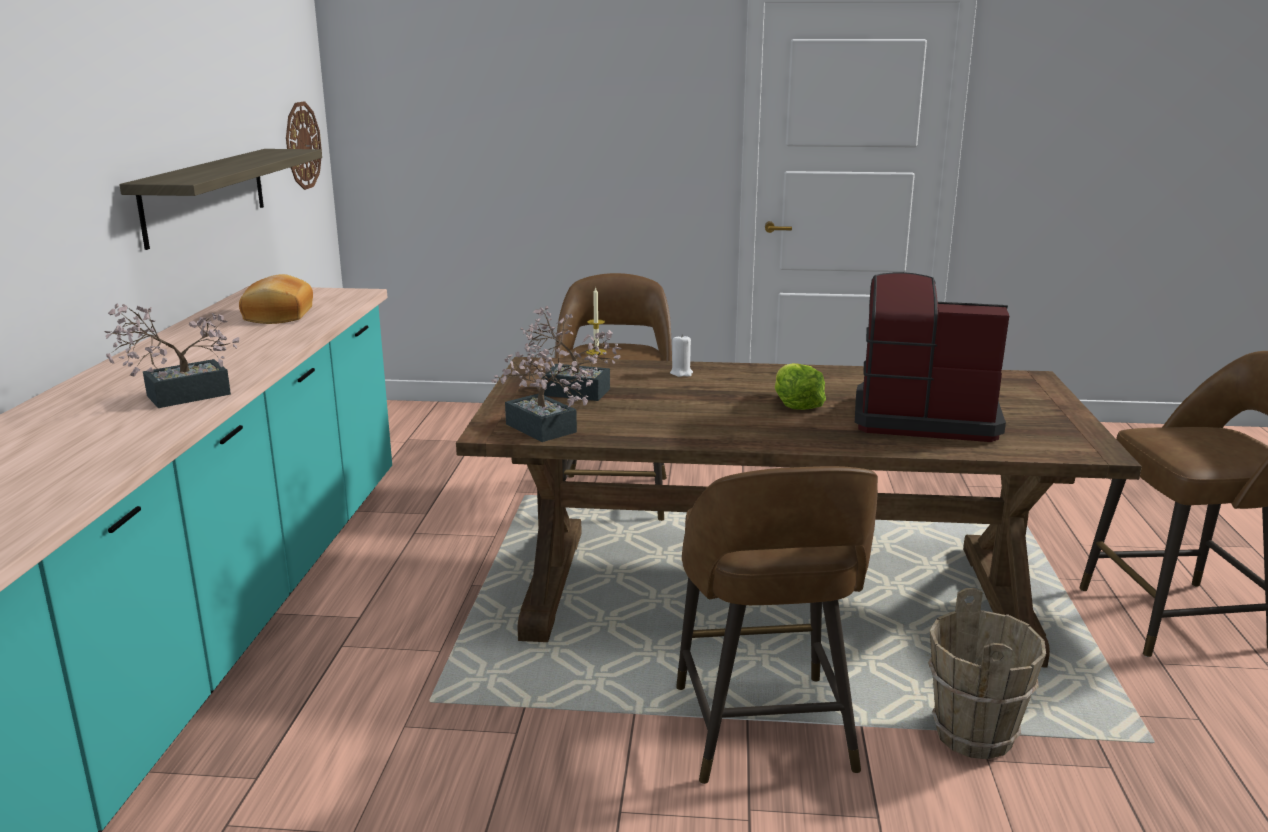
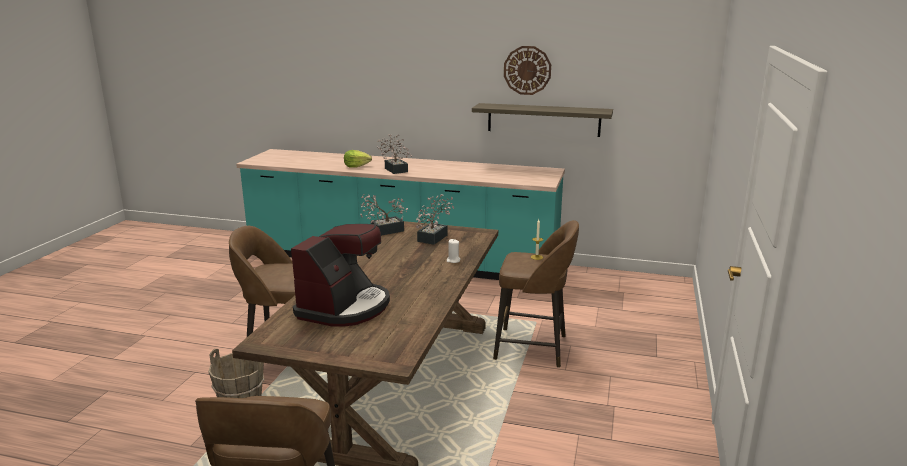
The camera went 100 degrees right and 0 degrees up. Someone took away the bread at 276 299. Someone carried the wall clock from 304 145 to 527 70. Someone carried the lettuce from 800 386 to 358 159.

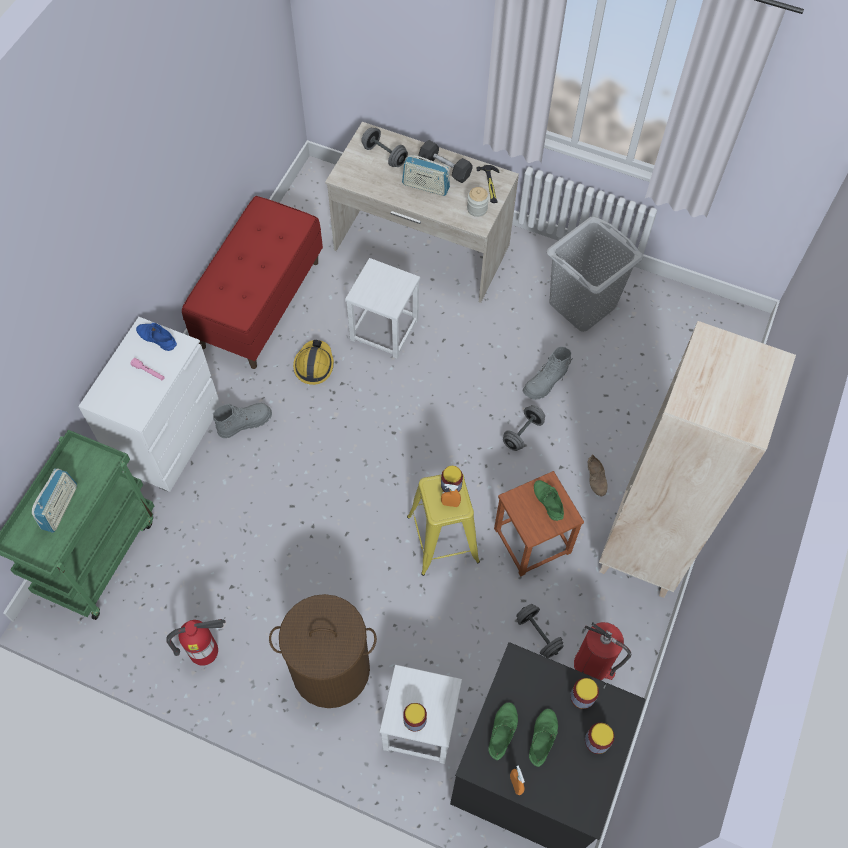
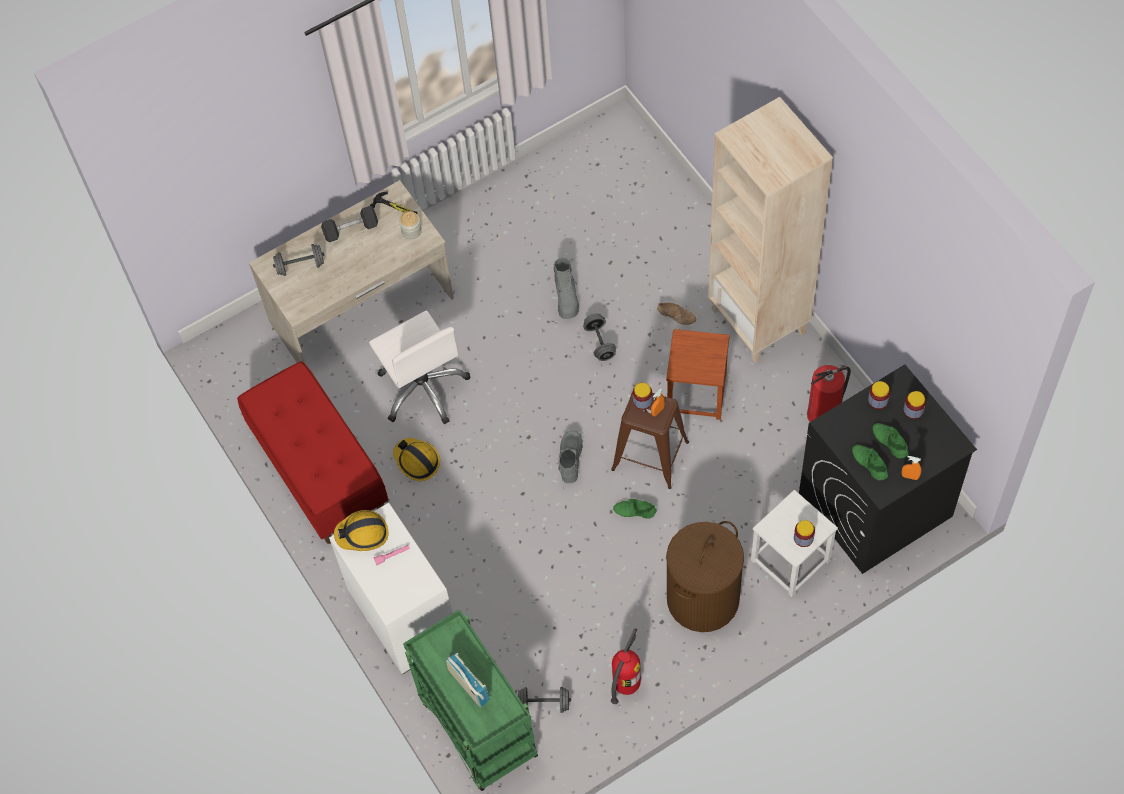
The camera went 50 degrees left and 0 degrees up. Someone took away the radio at 426 175. Someone took away the laundry basket (grey) at 595 274. Someone carried the boot (grey) from 242 420 to 570 457. Someone carried the dumbbell (grey) from 540 631 to 544 700. Someone carried the shoe (green) from 549 500 to 635 509. Someone swapped the shoe (blue) at 156 337 for the hard hat at 361 530. Someone swapped the stool (white) at 382 308 for the office chair (white) at 419 367. Someone repainted the stool (yellow) at 443 525, which became the stool (brown) at 650 440.

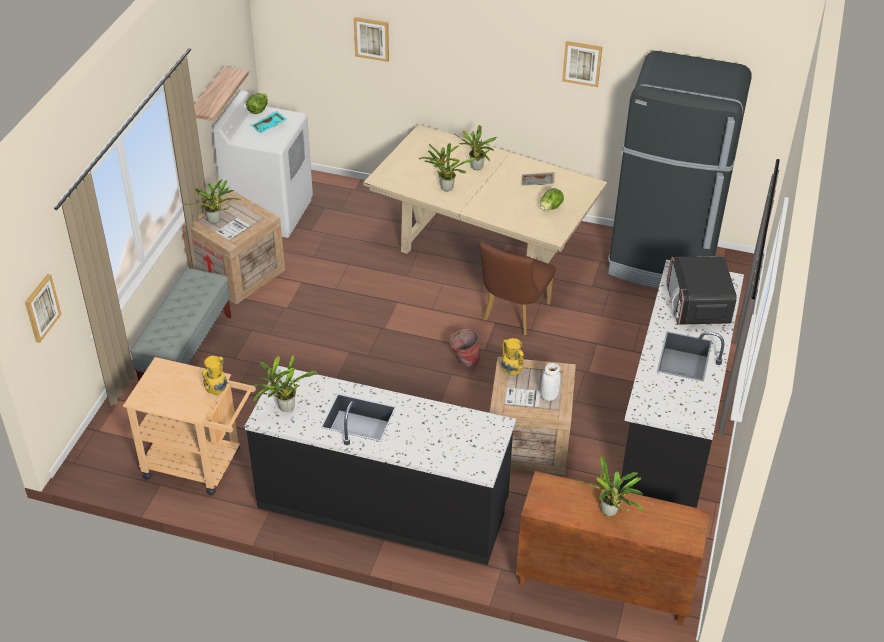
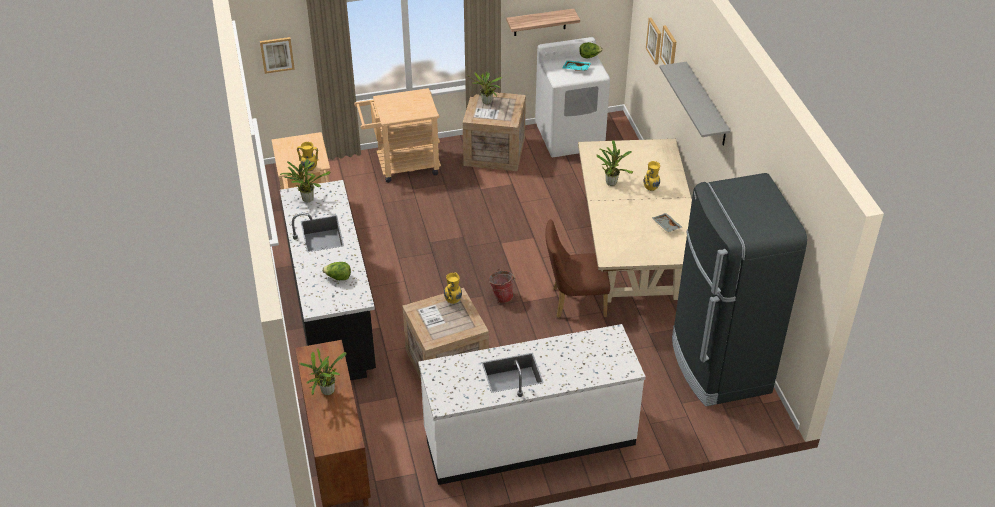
The camera went 60 degrees right and 0 degrees up. Someone took away the vase (white) at 551 382. Someone took away the microwave at 702 290. Someone put up the shelf (grey) at 695 104. Someone carried the lettuce from 552 199 to 336 271. Someone carried the picture from 582 64 to 653 41. Someone swapped the bench (grey) at 180 324 for the cart (beige) at 397 135. Someone swapped the potted plant at 476 147 for the vase (yellow) at 651 176. Someone repainted the counter (black) at 682 384, which became the counter (white) at 532 404.

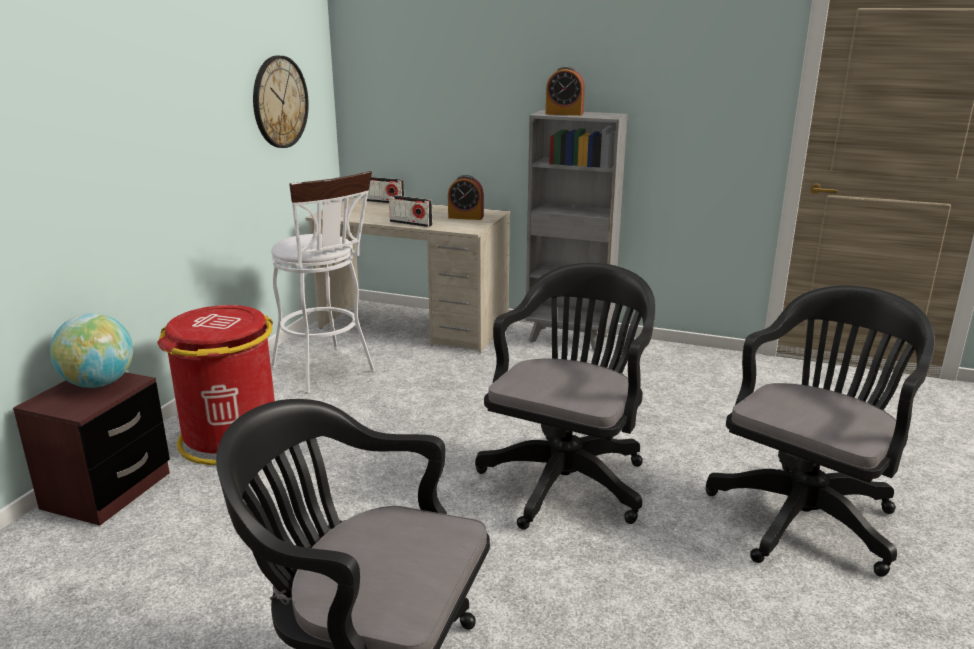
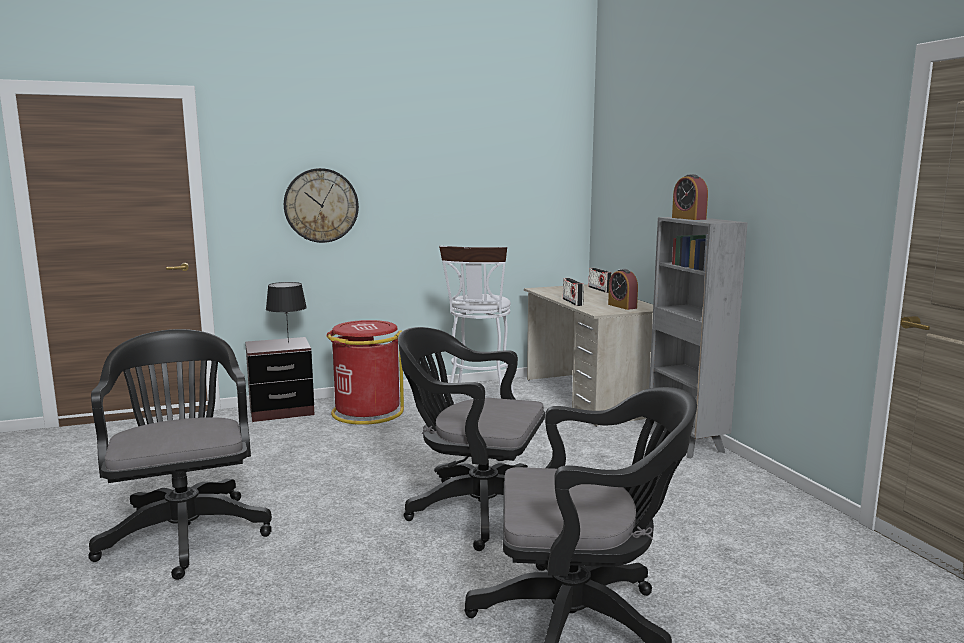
The camera went 50 degrees right and 10 degrees down. Someone carried the wall clock from 281 102 to 321 205. Someone swapped the globe at 91 350 for the table lamp (black) at 286 312. Someone rotated the office chair (black) at 565 396 by 150 degrees counterclockwise.

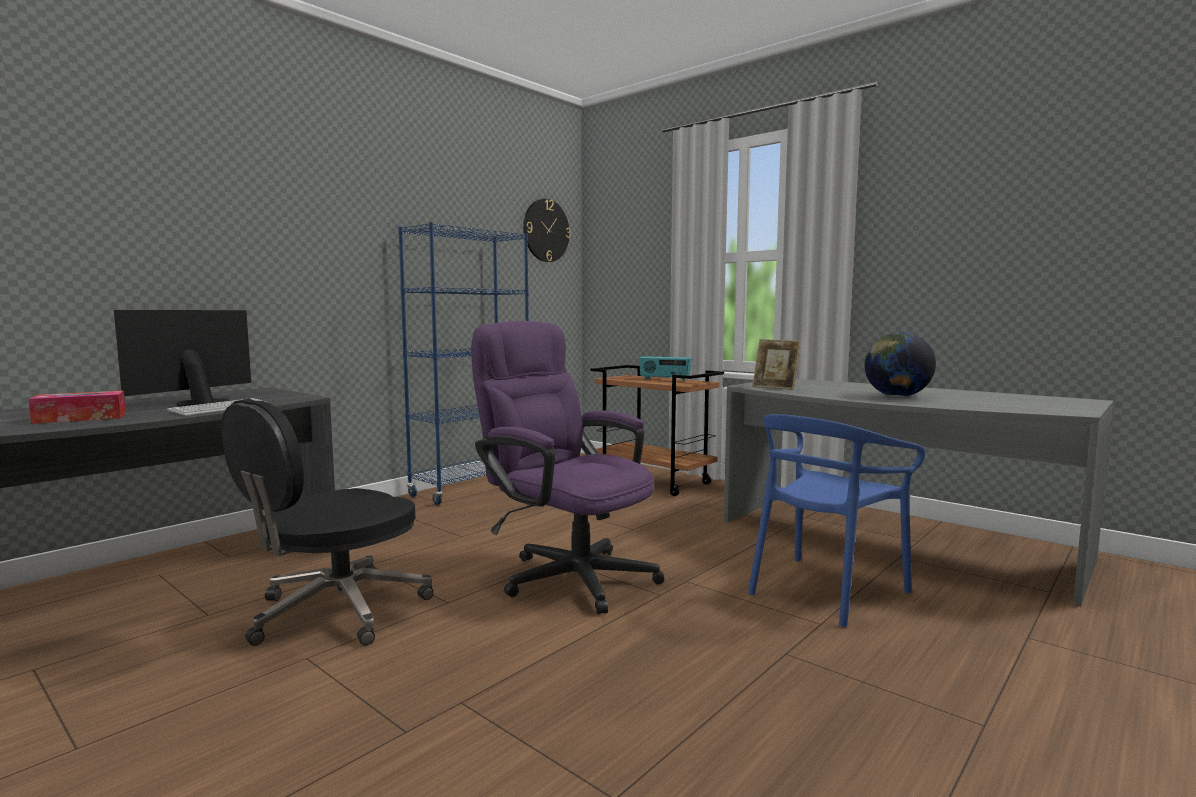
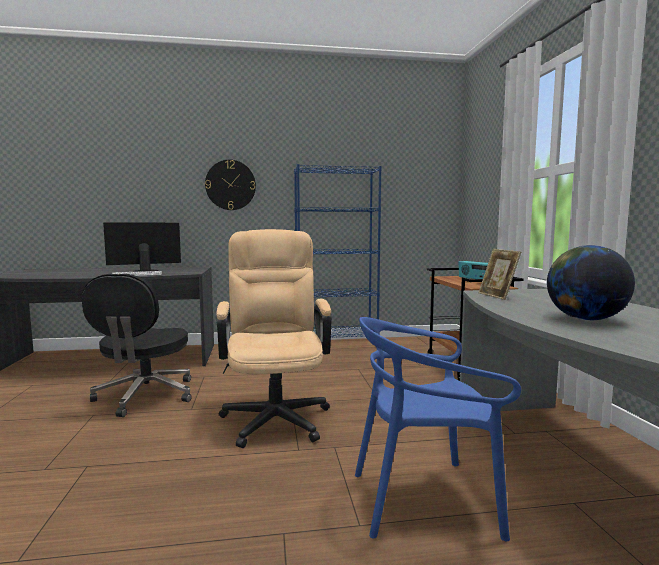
The camera went 40 degrees right and 0 degrees up. Someone took away the tissue box at 77 407. Someone carried the wall clock from 547 230 to 230 185. Someone repainted the office chair (purple) at 567 467, which became the office chair (beige) at 274 338. Someone rotated the office chair (black) at 327 522 by 75 degrees counterclockwise.

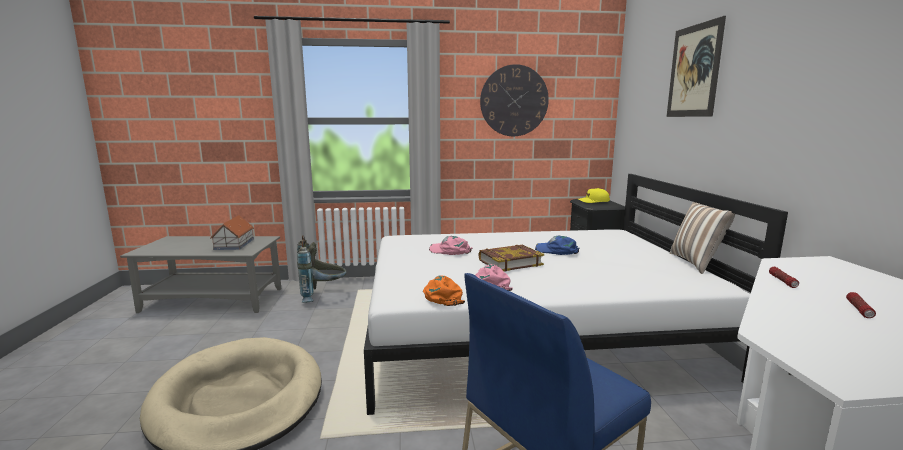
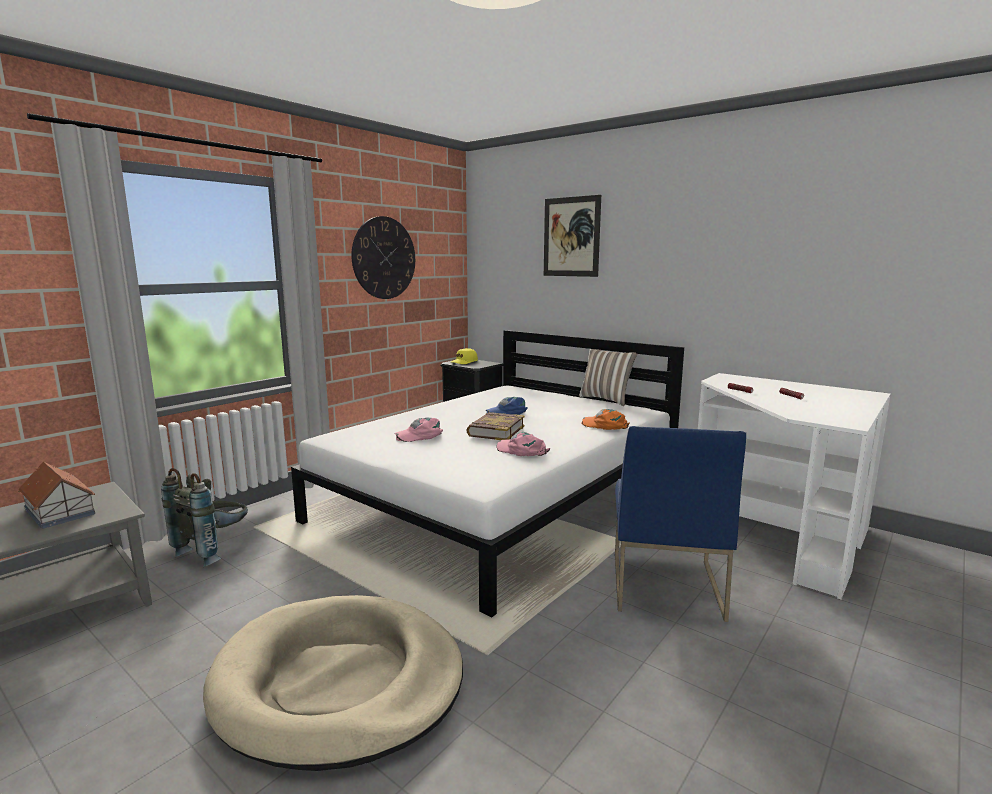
The camera went 45 degrees left and 0 degrees up. Someone carried the cap (orange) from 444 290 to 605 419.

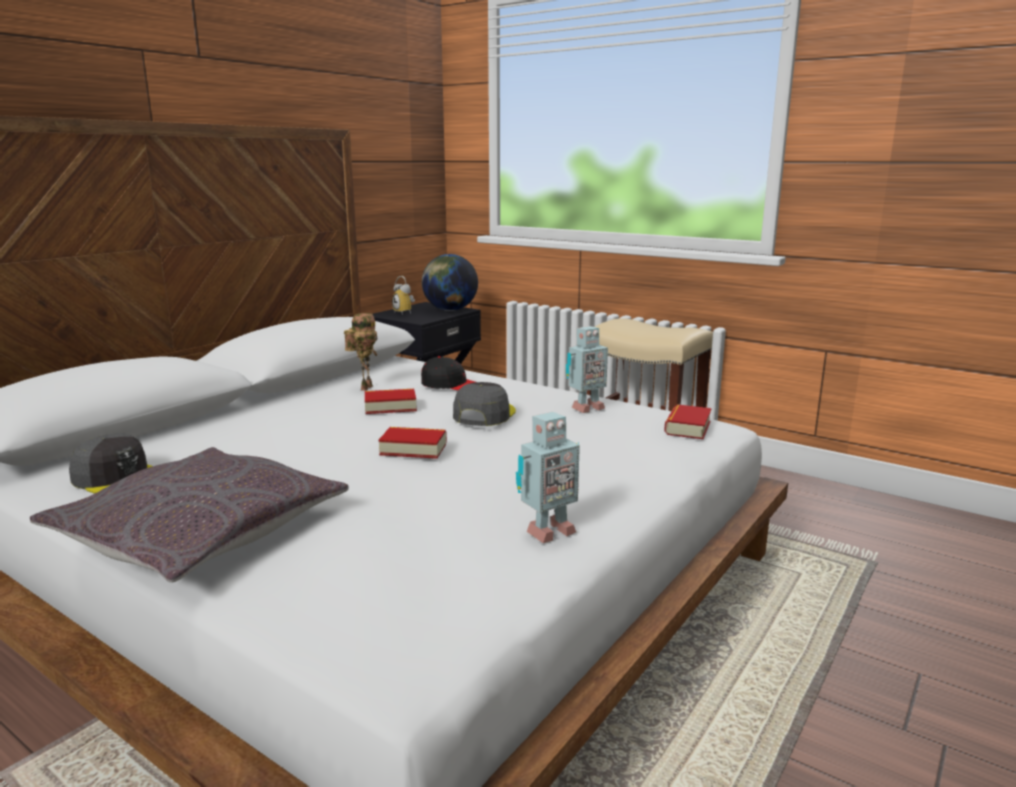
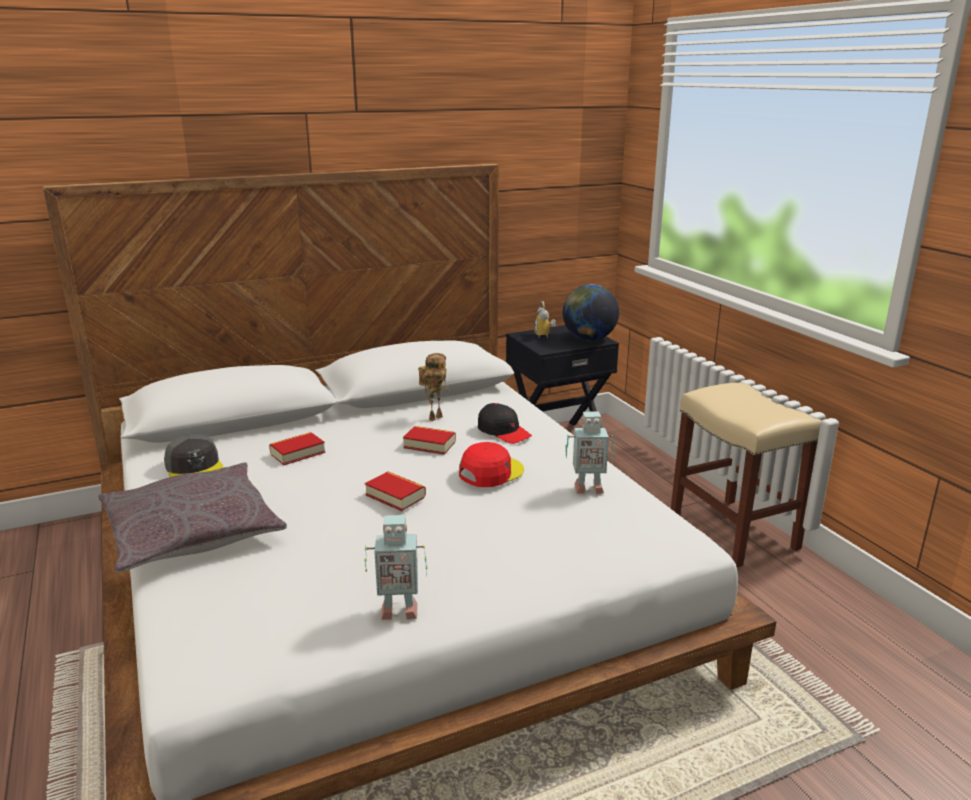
The camera went 30 degrees right and 5 degrees up. Someone carried the book from 688 421 to 297 448. Someone repainted the cap (grey) at 484 404, which became the cap (red) at 491 464.

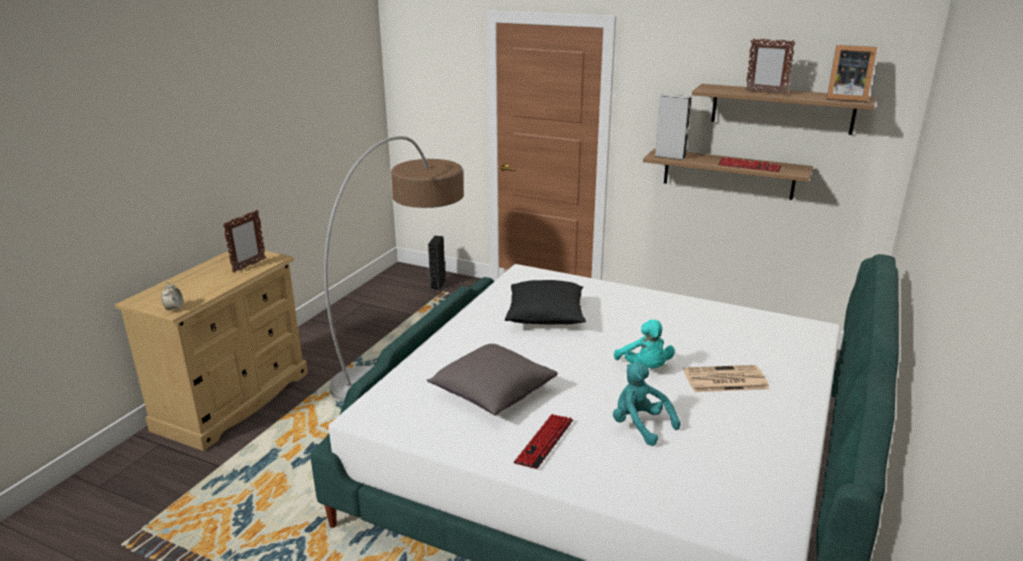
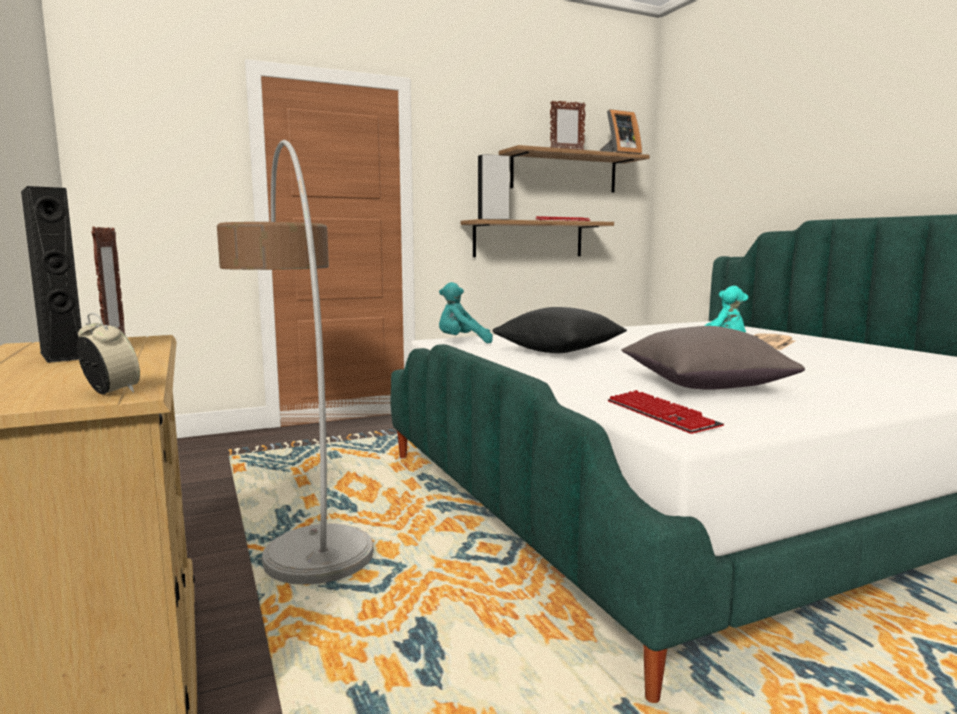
The camera went 50 degrees left and 15 degrees down. Someone carried the speaker (black) from 436 263 to 51 274. Someone carried the keyboard from 543 441 to 666 412. Someone carried the plush toy (turquoise) from 647 404 to 466 312.

